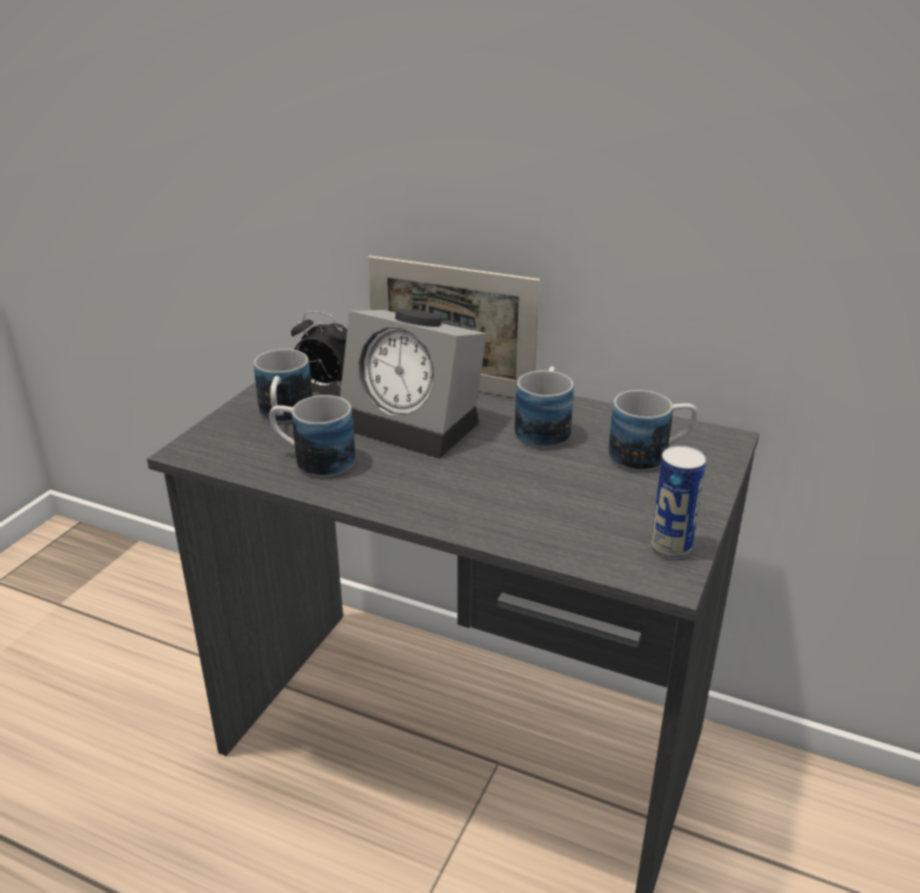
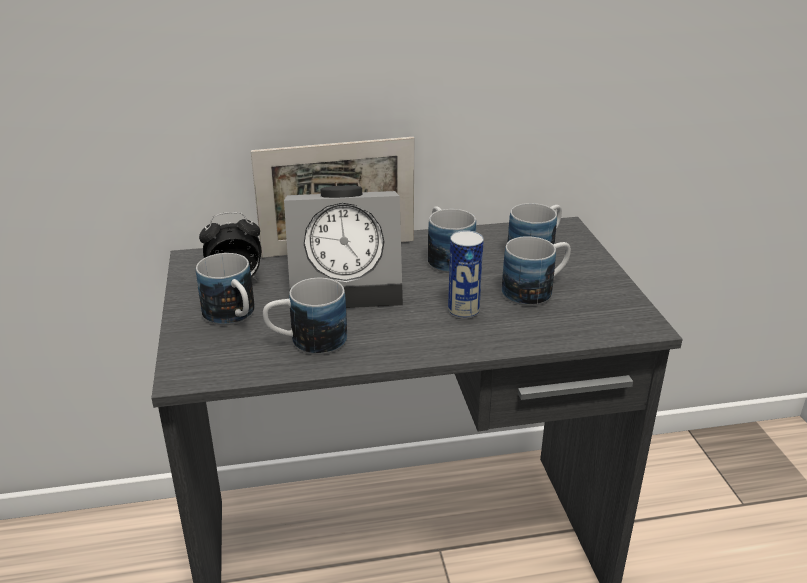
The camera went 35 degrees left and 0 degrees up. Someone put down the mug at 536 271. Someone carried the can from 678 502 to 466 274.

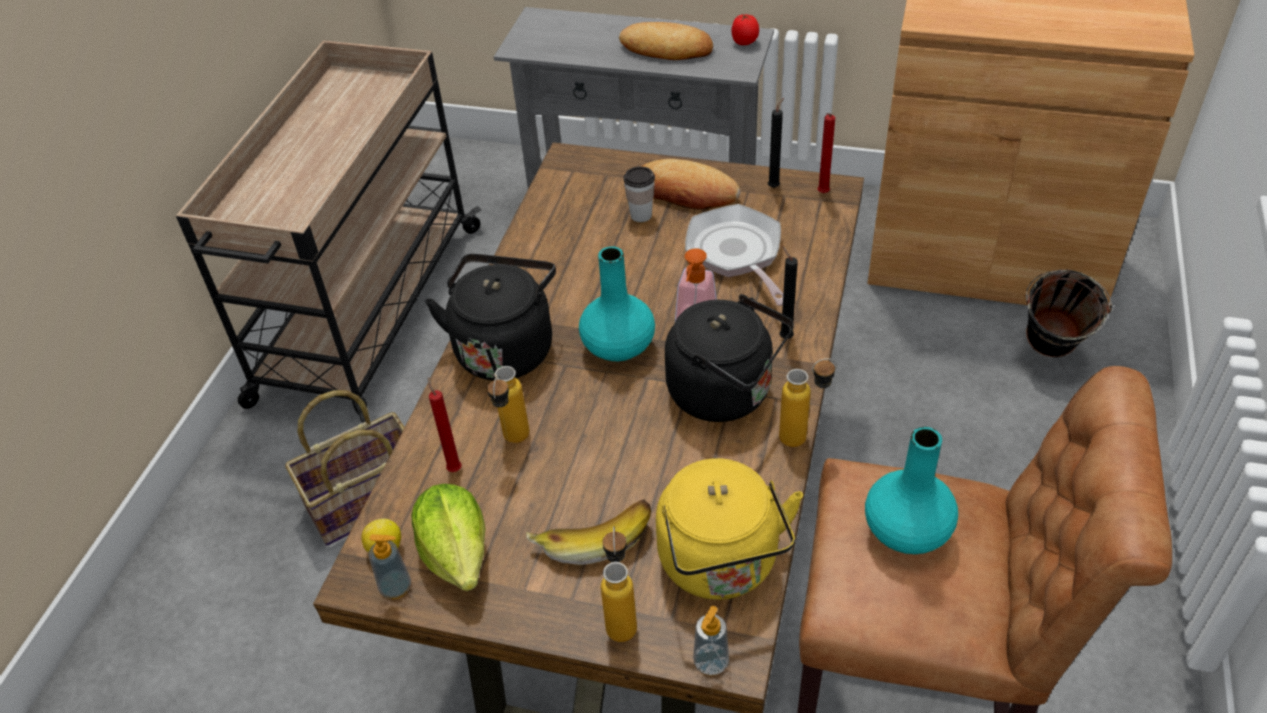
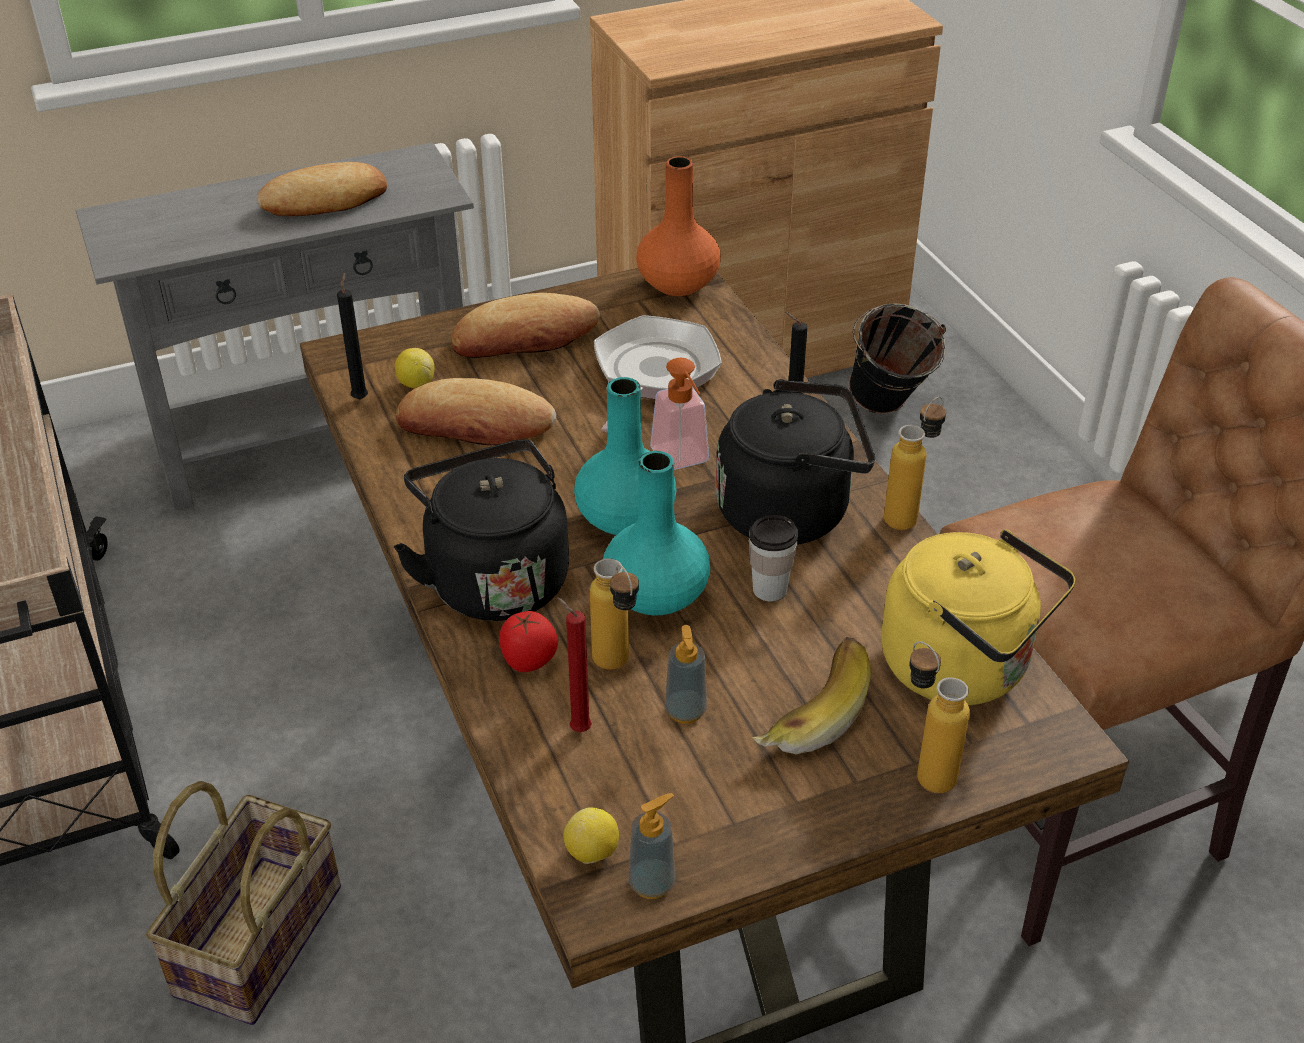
The camera went 40 degrees left and 5 degrees down. Someone took away the lettuce at 448 537. Someone put down the lemon at 415 368. Someone put down the bread at 476 411. Someone carried the cup from 639 194 to 773 558. Someone carried the soap dispenser from 711 640 to 686 674. Someone carried the tomato from 745 29 to 528 641. Someone carried the candle (black) from 776 143 to 352 335. Someone carried the vase (turquoise) from 911 490 to 656 533. Someone swapped the candle (red) at 826 153 for the vase (orange) at 678 226. Someone rotated the frying pan at 734 255 by 75 degrees clockwise.

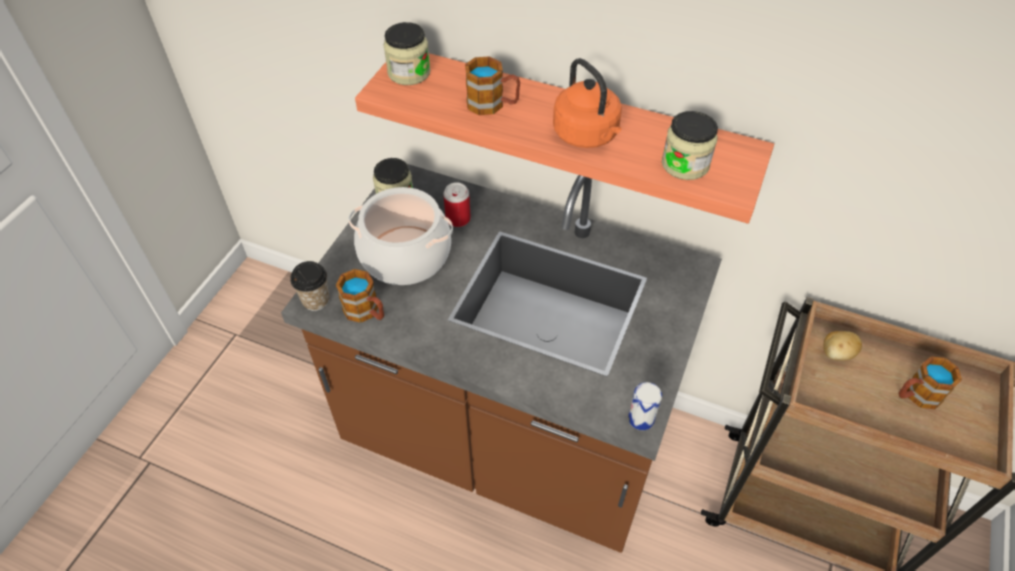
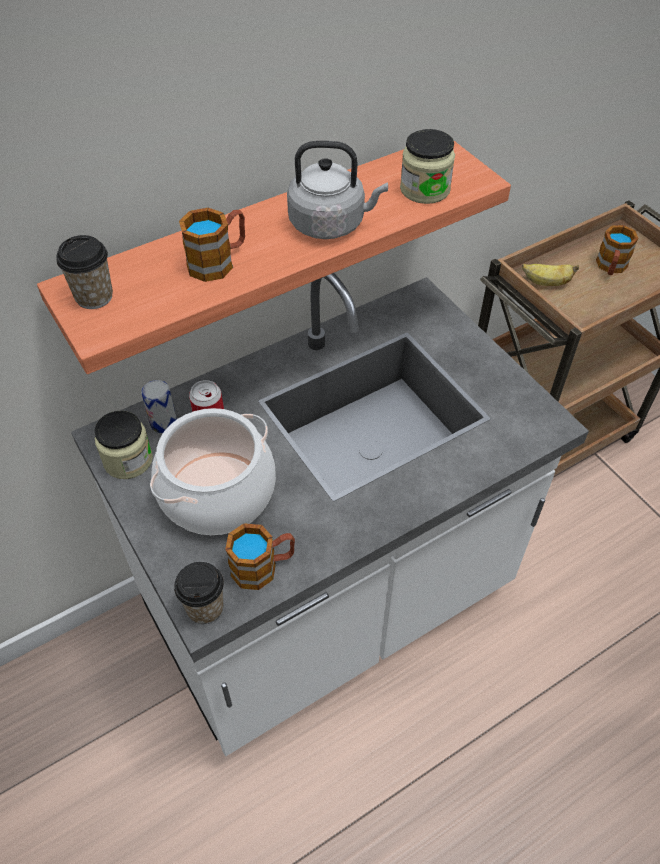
The camera went 55 degrees left and 0 degrees up. Someone carried the can from 645 406 to 159 406. Someone swapped the jar at 406 53 for the cup at 84 272. Someone swapped the potato at 842 346 for the banana at 550 275. Someone repainted the counter (brown) at 501 358, which became the counter (white) at 330 514. Someone repainted the kettle (orange) at 587 103, which became the kettle (grey) at 337 190.

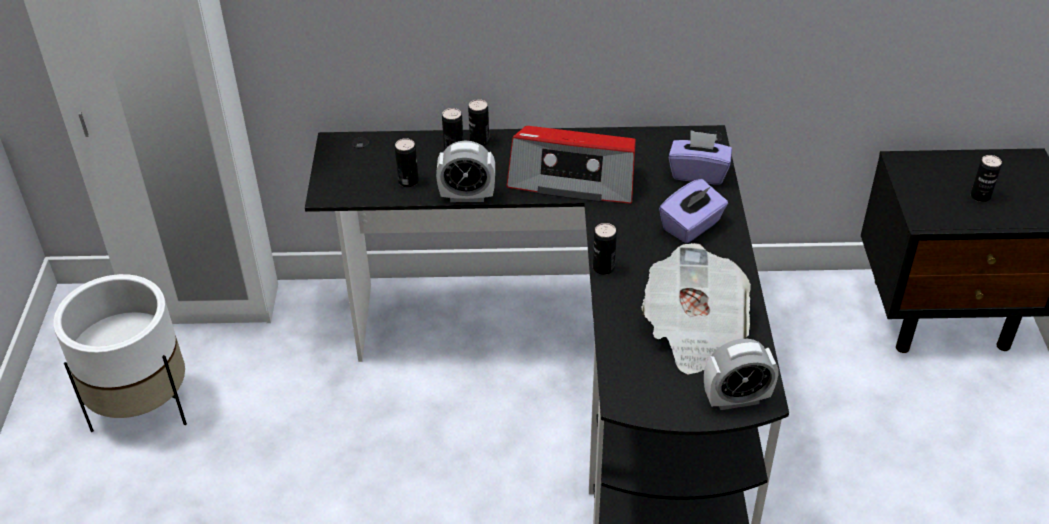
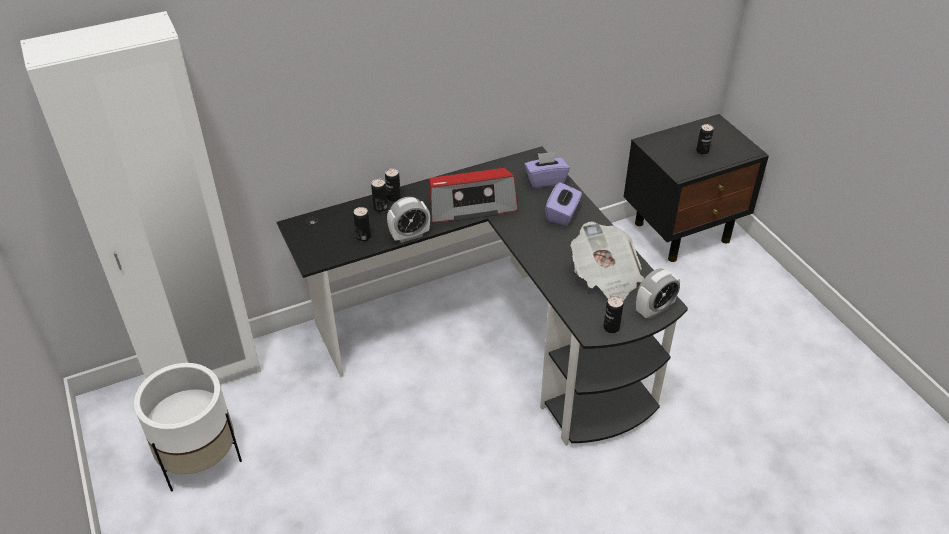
The camera went 25 degrees left and 0 degrees up. Someone carried the can from 605 249 to 613 314.

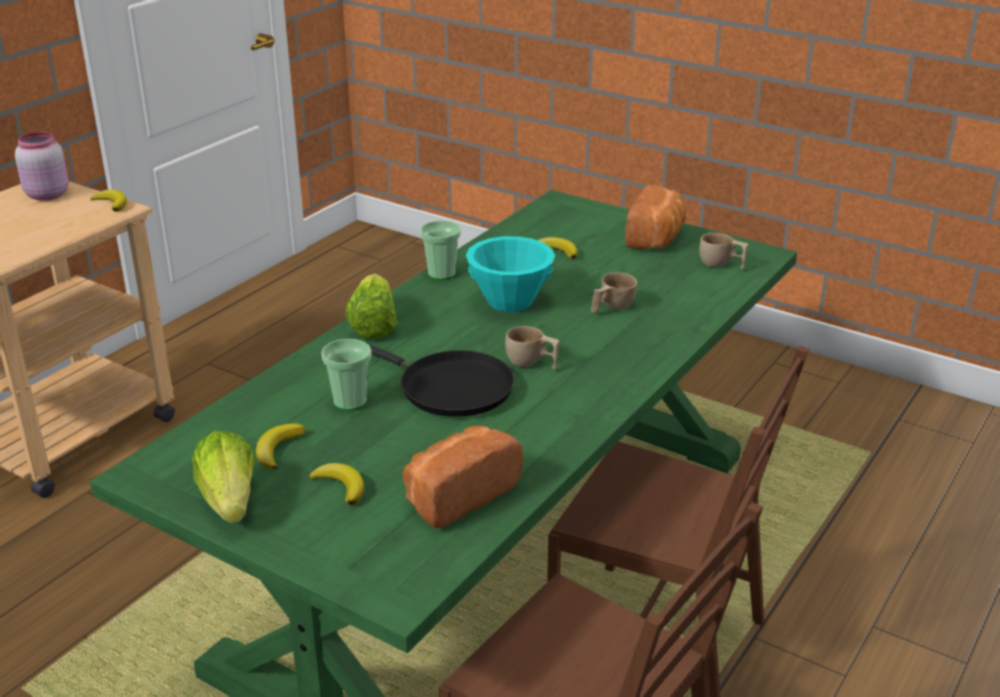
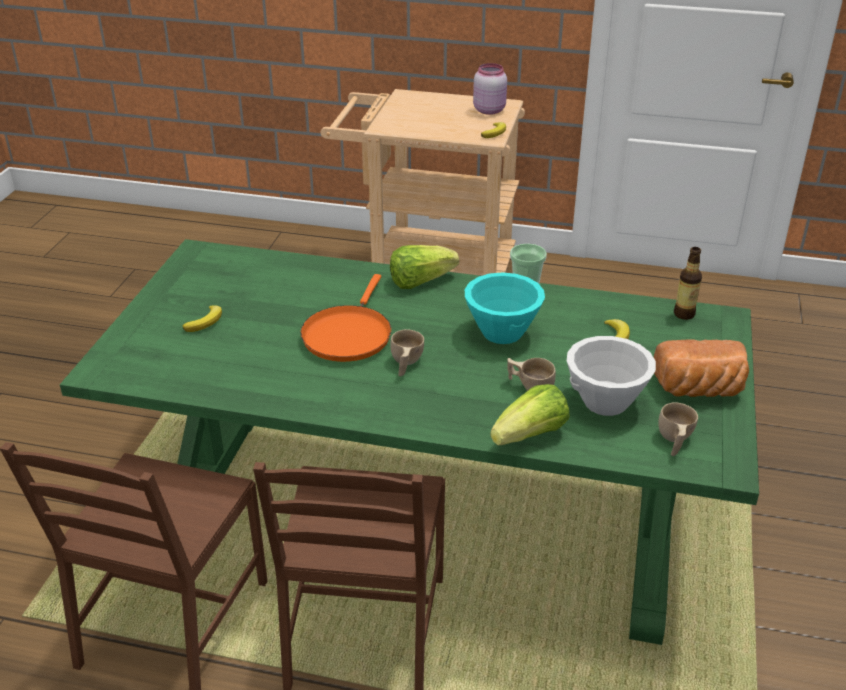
The camera went 70 degrees right and 5 degrees up. Someone took away the banana at 280 446. Someone took away the cup at 346 375. Someone took away the bread at 463 477. Someone put down the bowl (white) at 611 376. Someone put down the bottle at 688 283. Someone carried the lettuce from 223 477 to 530 414. Someone repainted the frying pan (black) at 441 380, which became the frying pan (orange) at 345 318.

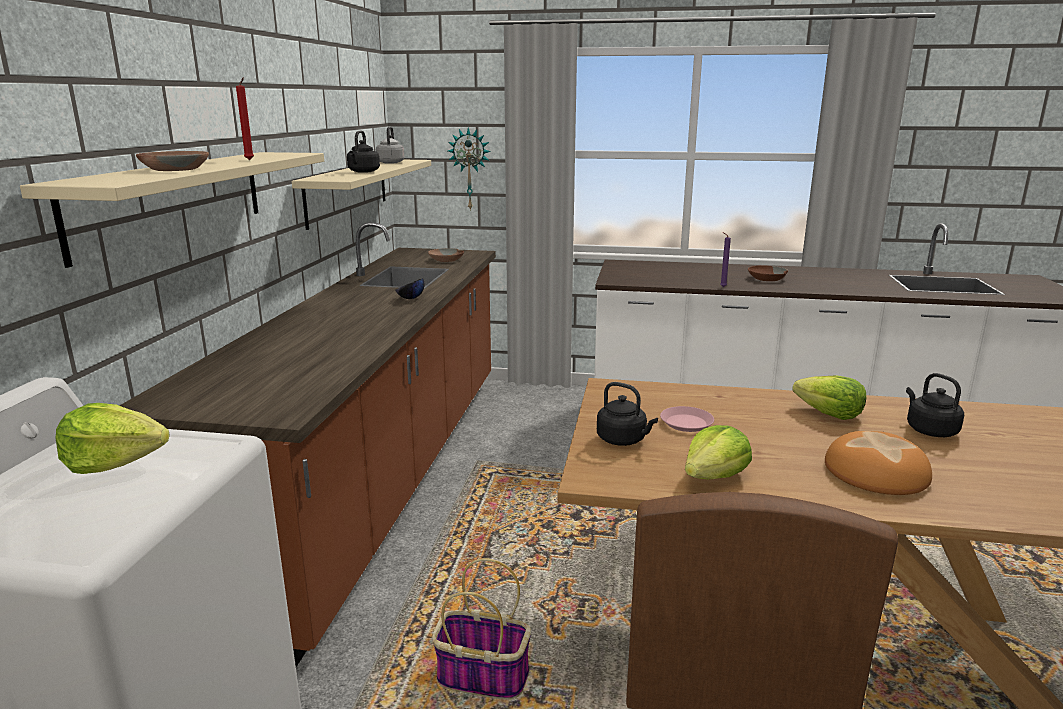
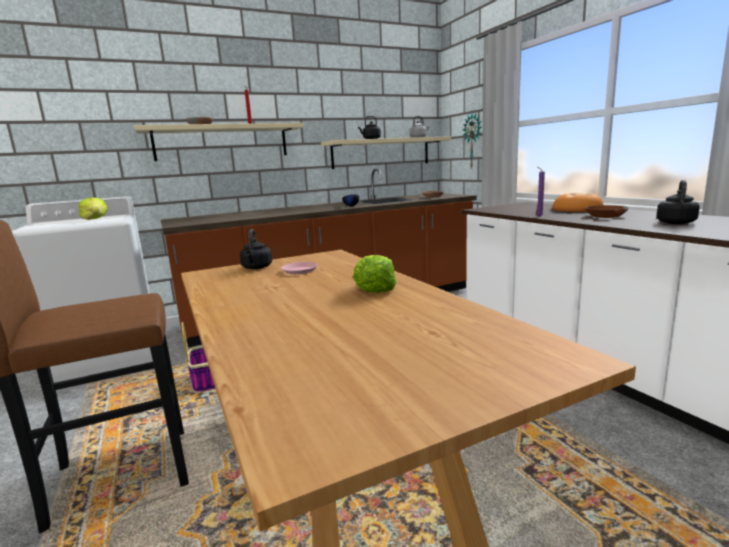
The camera went 55 degrees right and 5 degrees down. Someone took away the lettuce at 718 452. Someone carried the bread from 878 463 to 578 202. Someone carried the kettle (black) from 935 405 to 678 202.

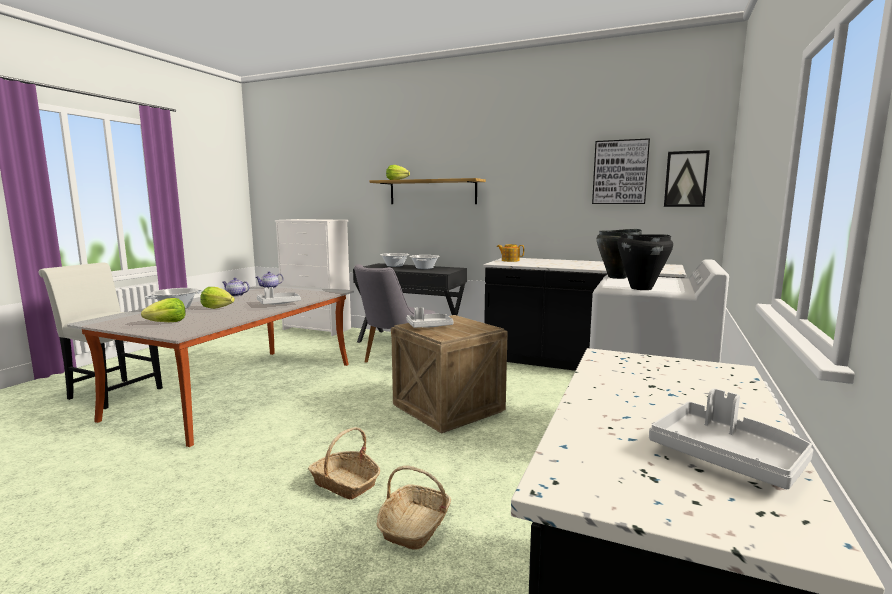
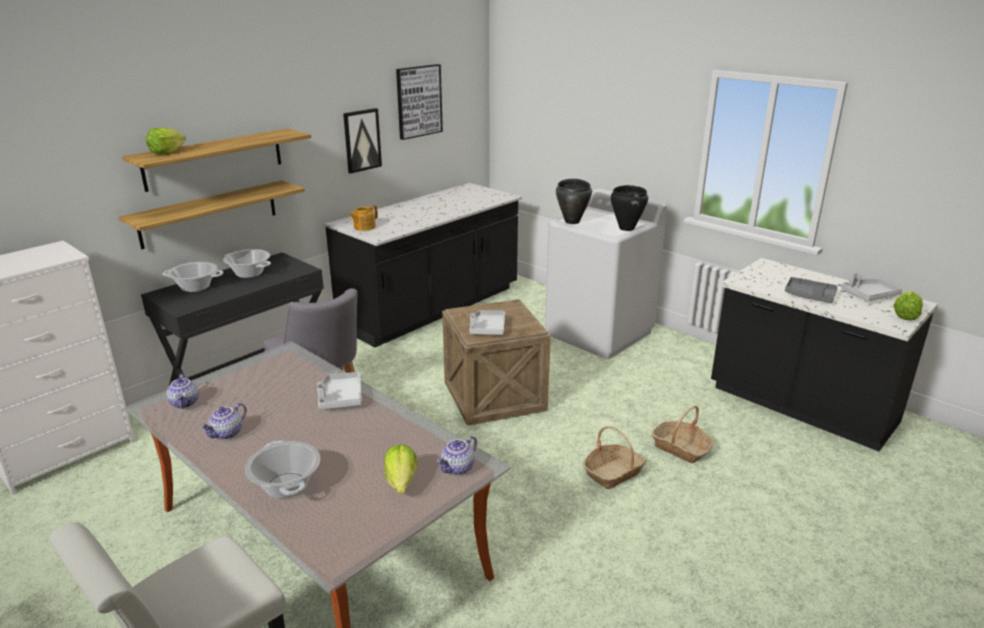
The camera went 70 degrees left and 15 degrees up. Someone put up the shelf at 212 214. Someone put down the teapot at 457 455. Someone put down the tray (grey) at 811 290. Someone carried the lettuce from 217 298 to 908 305. Someone carried the picture from 687 178 to 362 141.

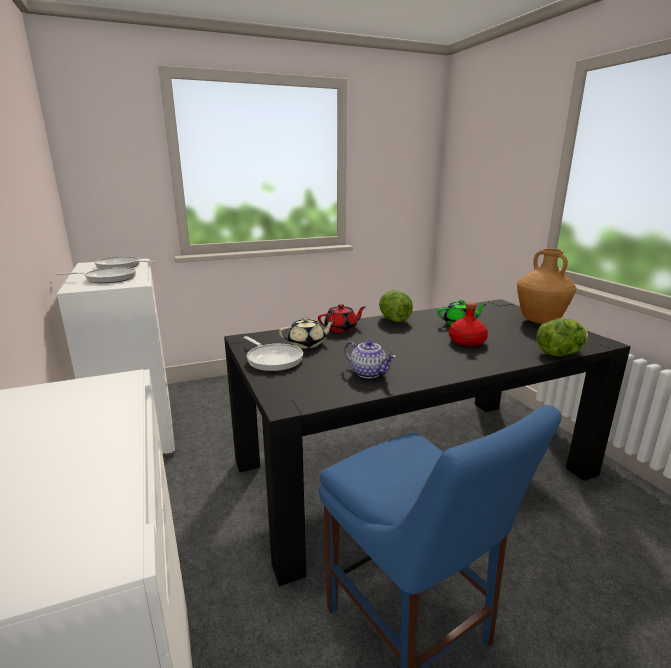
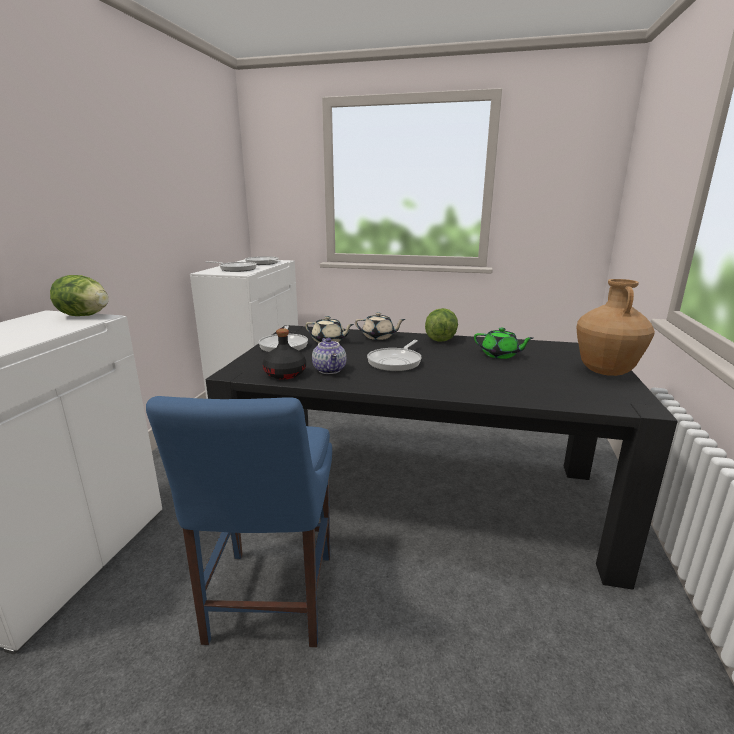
The camera went 35 degrees right and 0 degrees up. Someone took away the bottle (red) at 468 324. Someone put down the bottle (black) at 284 353. Someone put down the frying pan at 394 355. Someone carried the lettuce from 562 337 to 79 295. Someone repainted the teapot (red) at 342 318, which became the teapot (beige) at 380 326.

